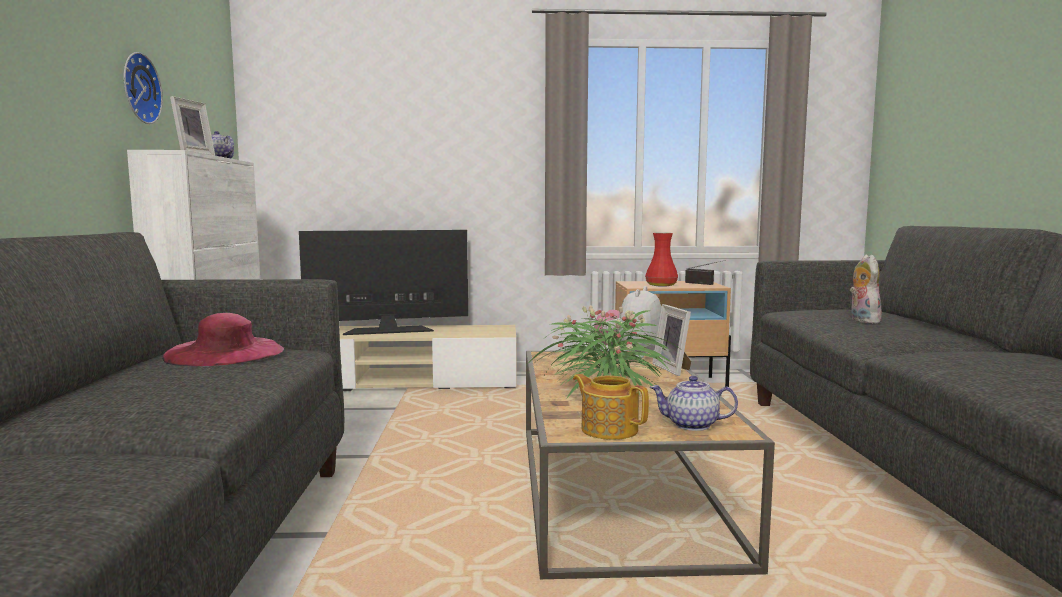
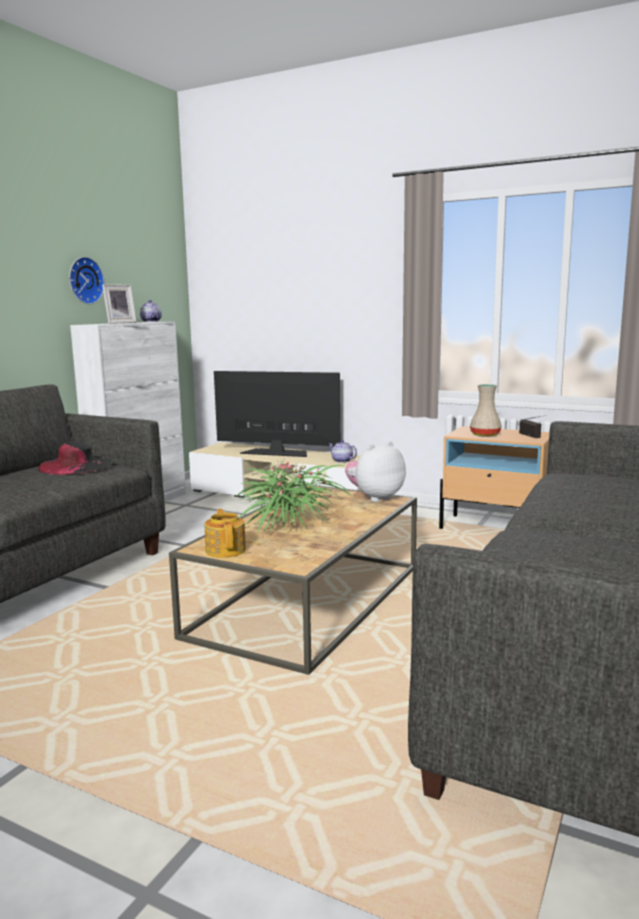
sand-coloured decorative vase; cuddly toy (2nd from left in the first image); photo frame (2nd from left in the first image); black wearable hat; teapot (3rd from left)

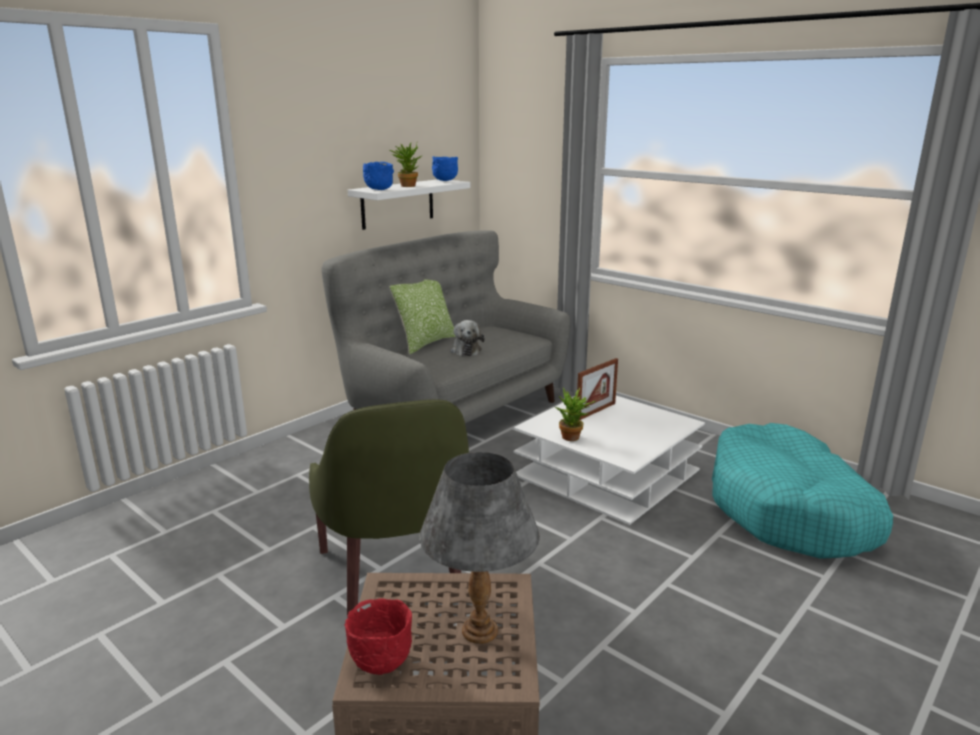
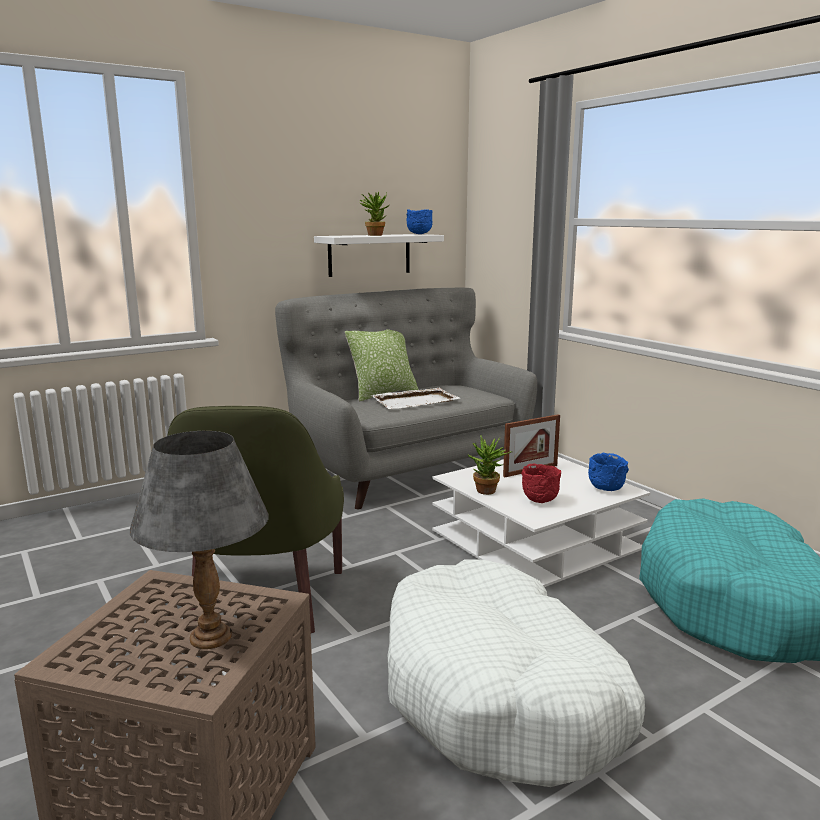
blue bowl (2nd from left); whitish carrying tray; red bowl; whitish dog cushion

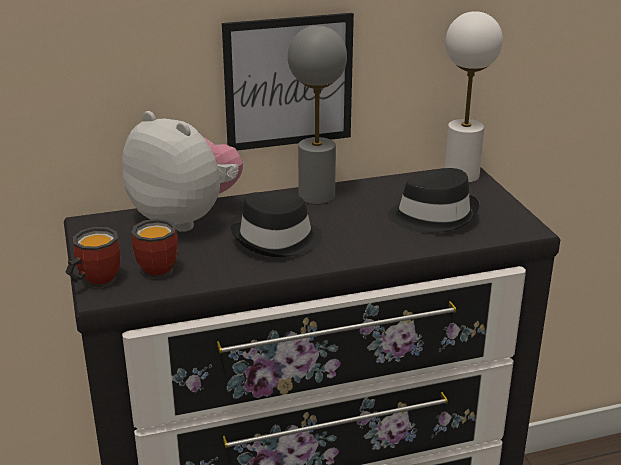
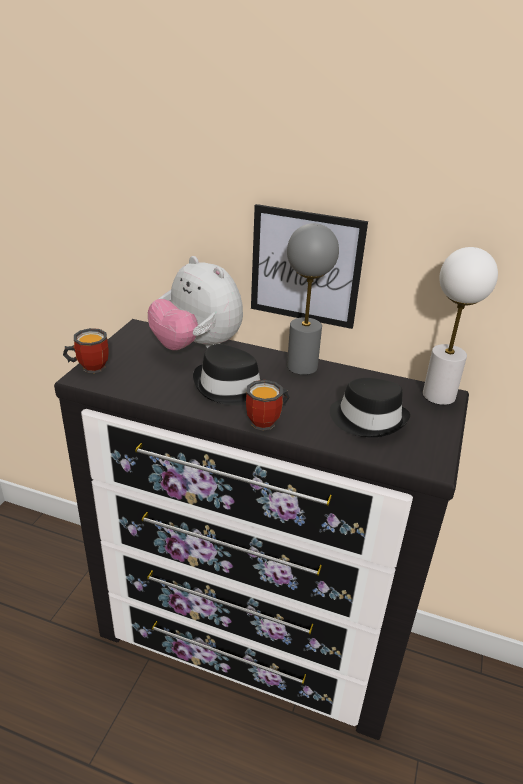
cuddly toy; tea mug (2nd from left)

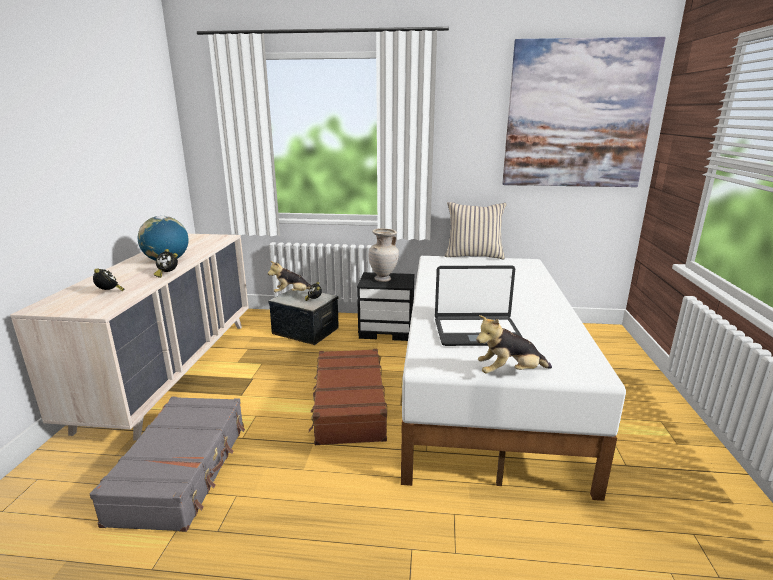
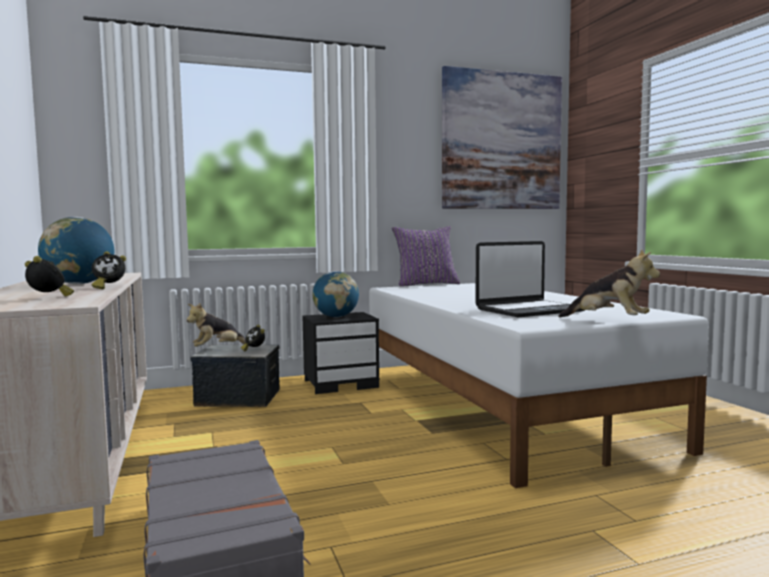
purplish pillow; globe (2nd from left); cuddly toy (2nd from left); brown-coloured suitcase

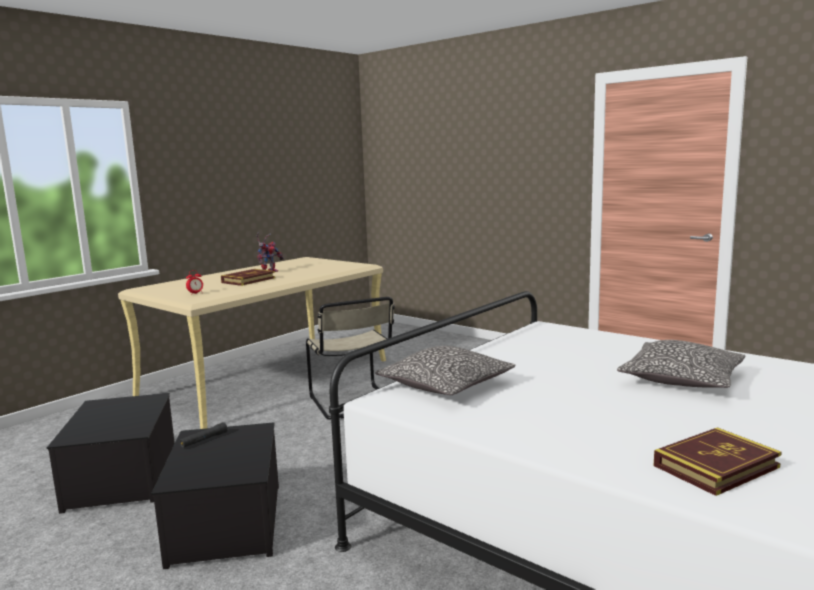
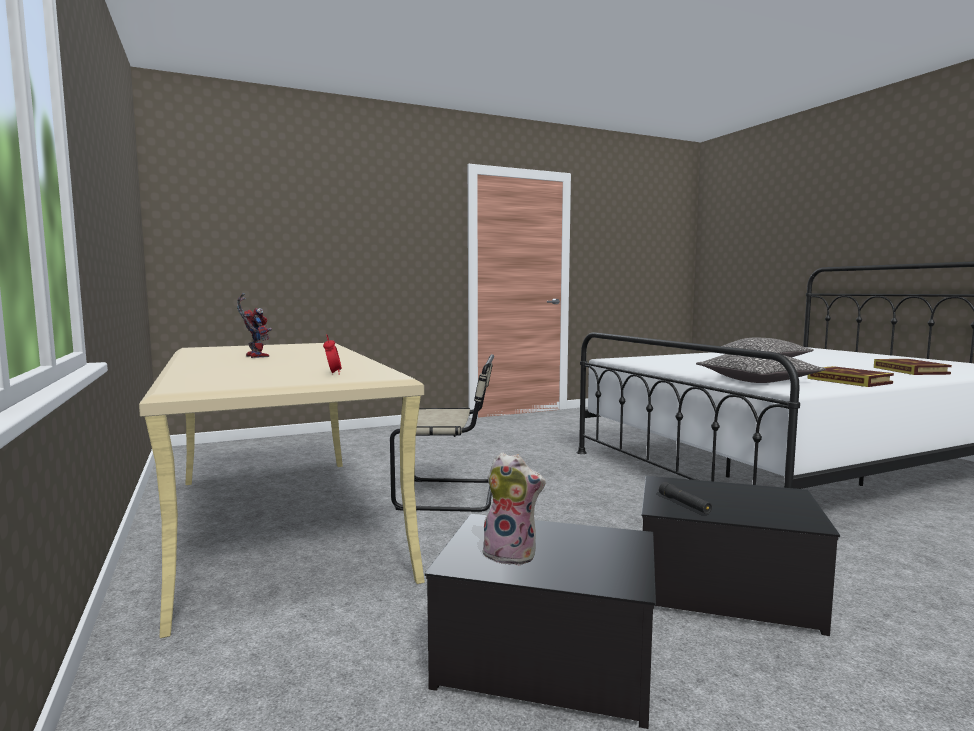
book (1st from left); cuddly toy

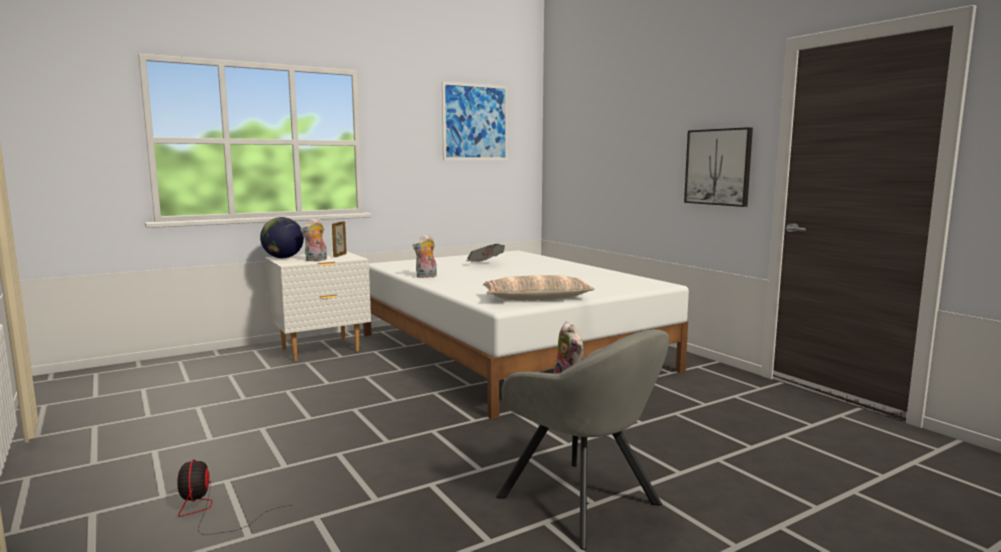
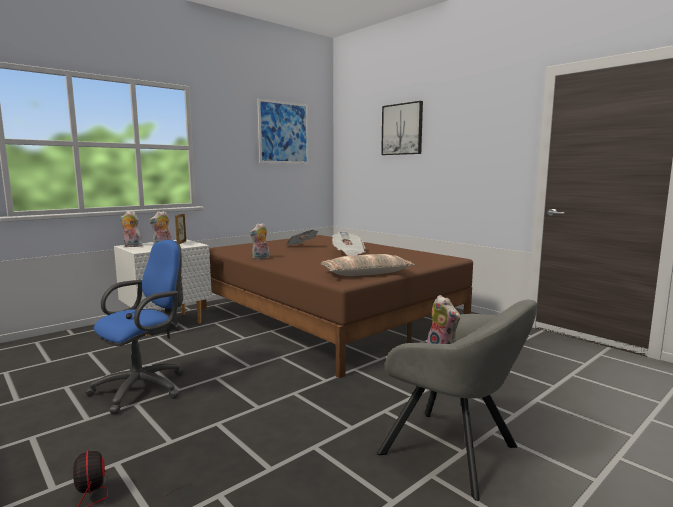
picture (2nd from left); cuddly toy (1st from left); brown-coloured bed; newspaper (2nd from left); blue computer chair

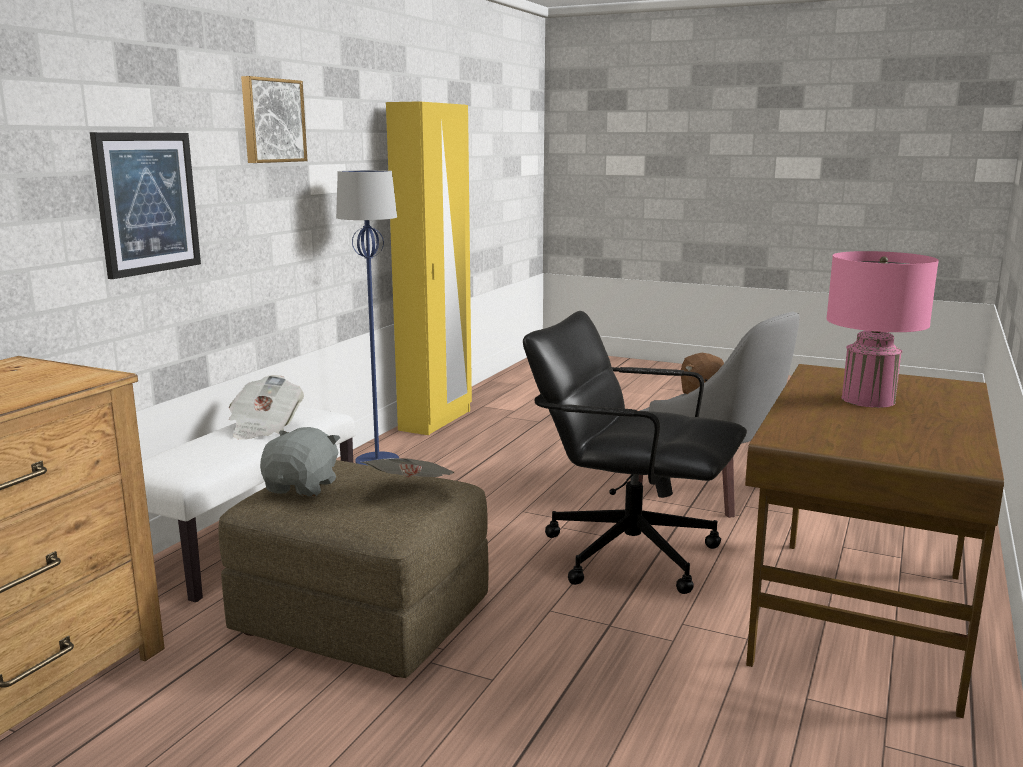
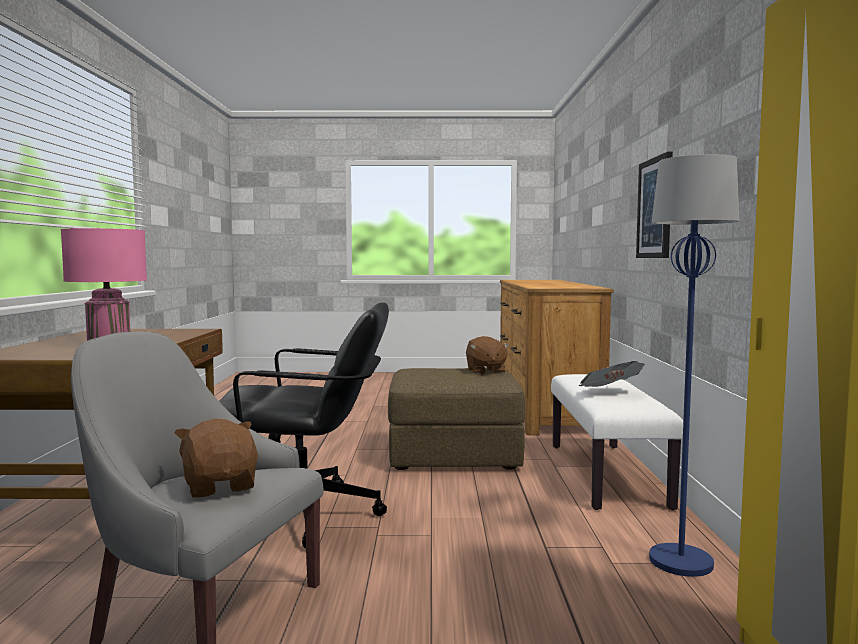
picture (2nd from left in the first image); brown-coloured cuddly toy (2nd from left); newspaper (2nd from left in the first image)

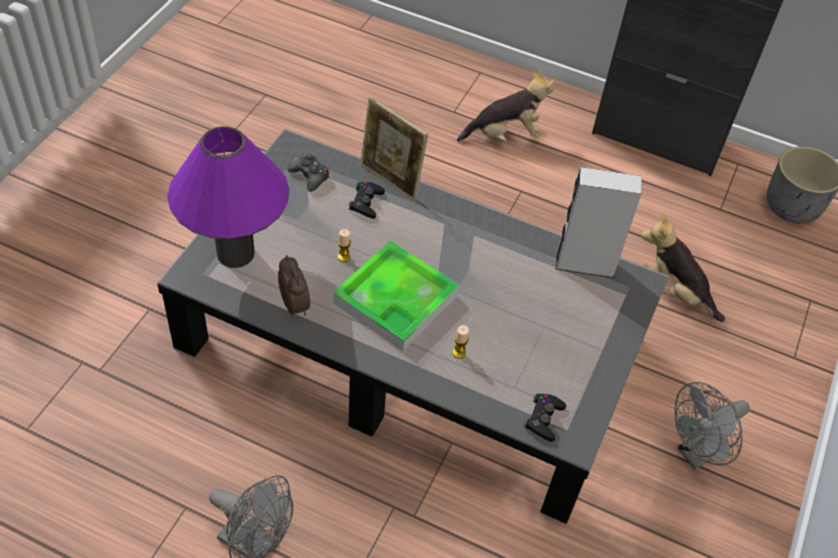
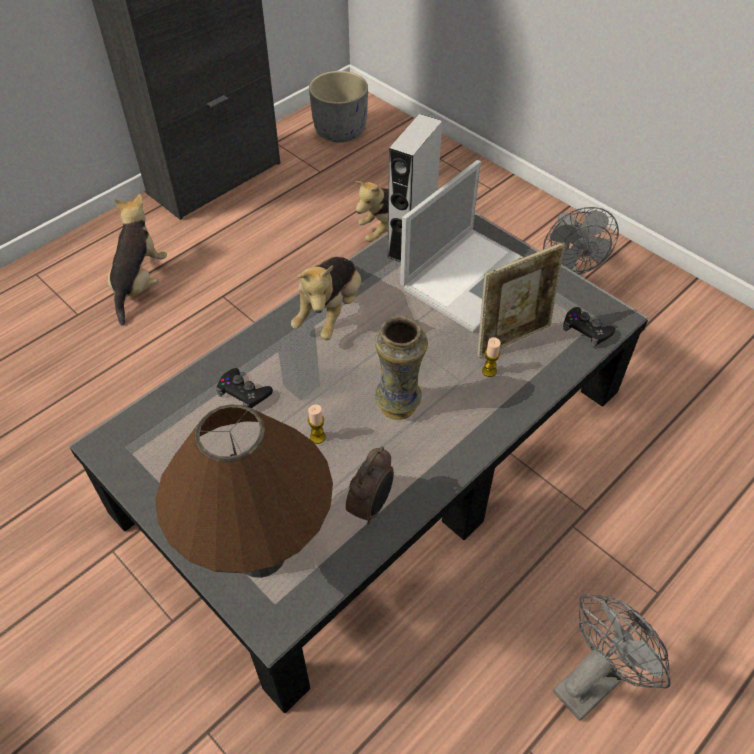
photo frame; brown-coloured tabletop lamp; black joypad (1st from left in the first image); decorative vase; table clock; portable computer; cuddly toy (2nd from left)

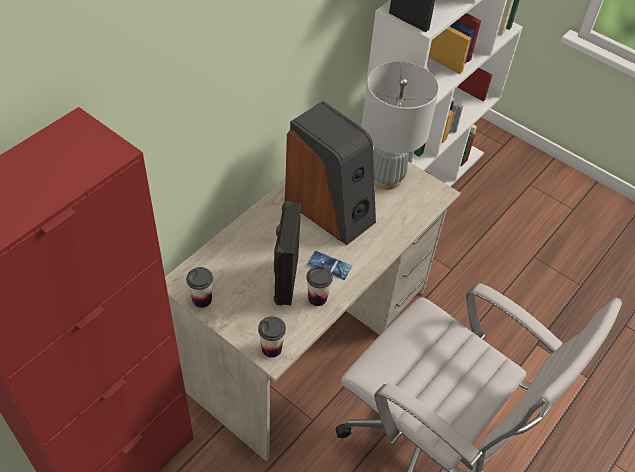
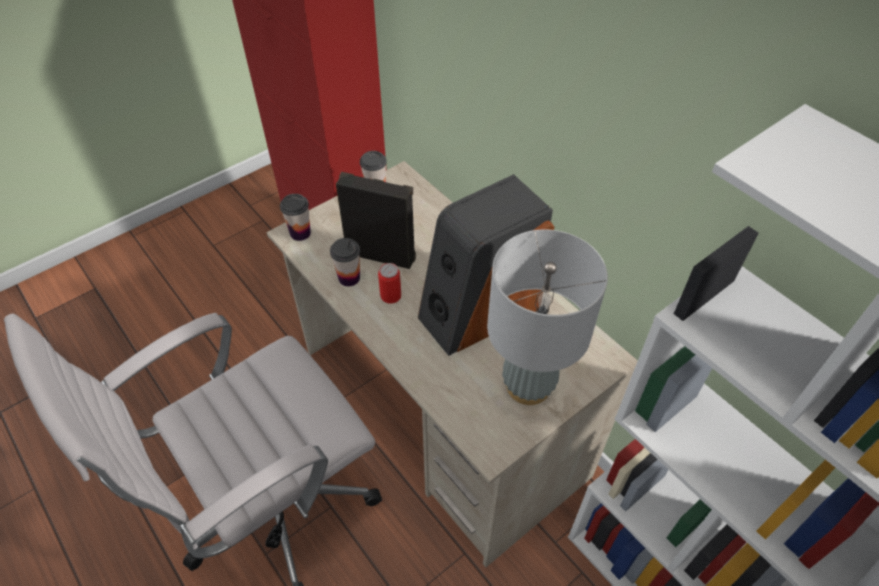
sealed can

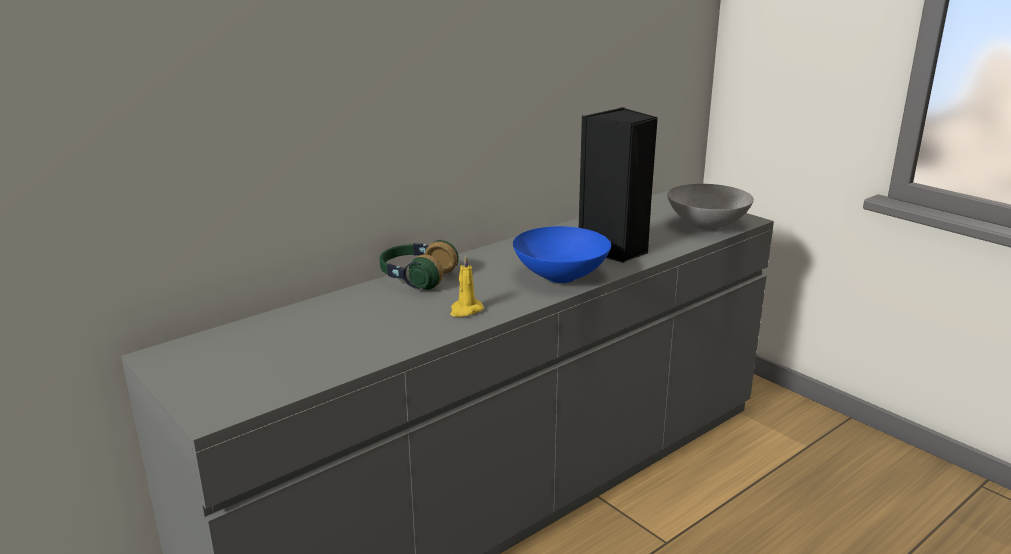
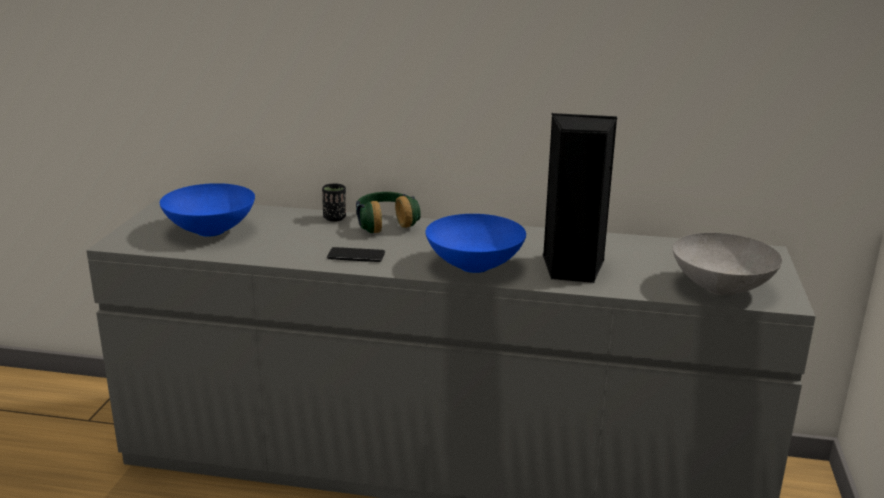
telephone; blue bowl (1st from left); black drinking cup

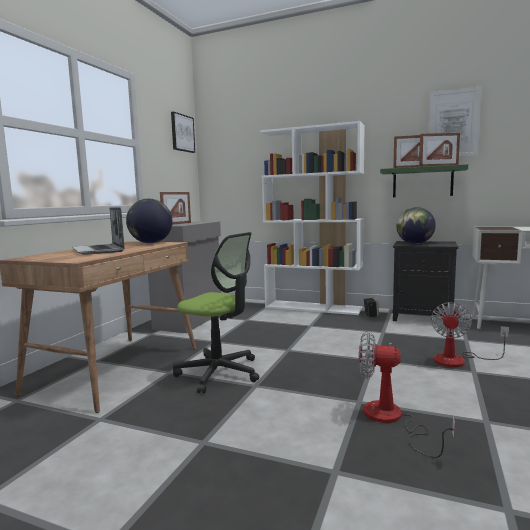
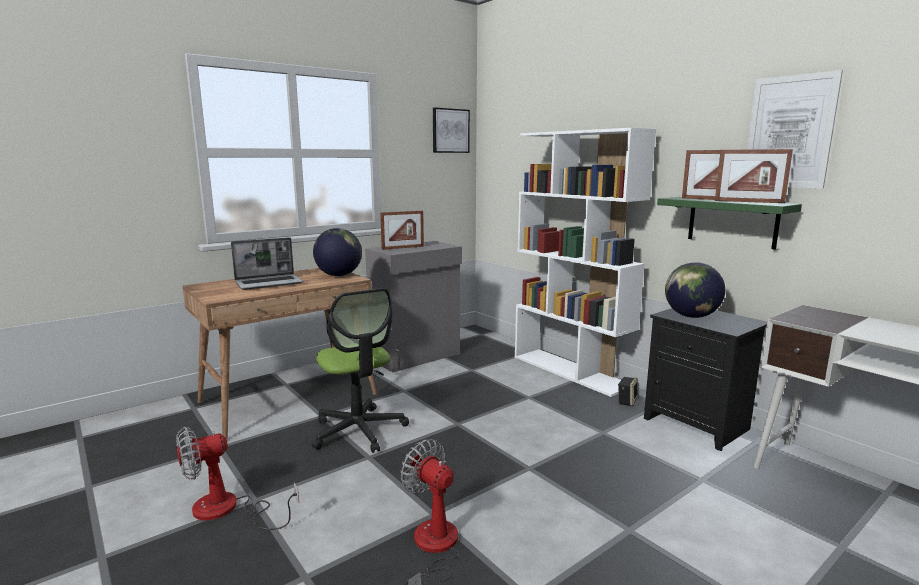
portable computer; cooling fan (1st from left)

